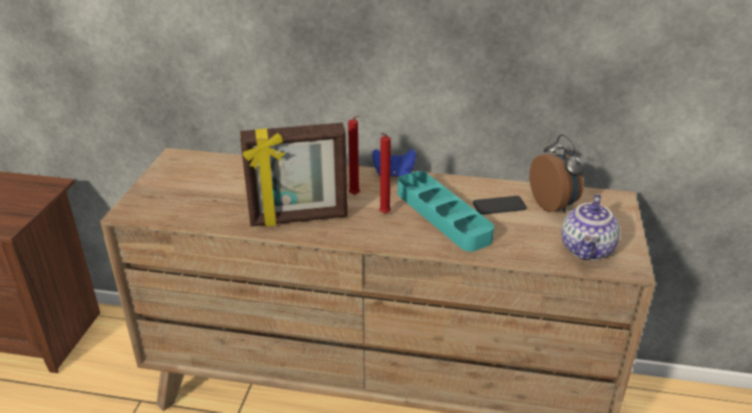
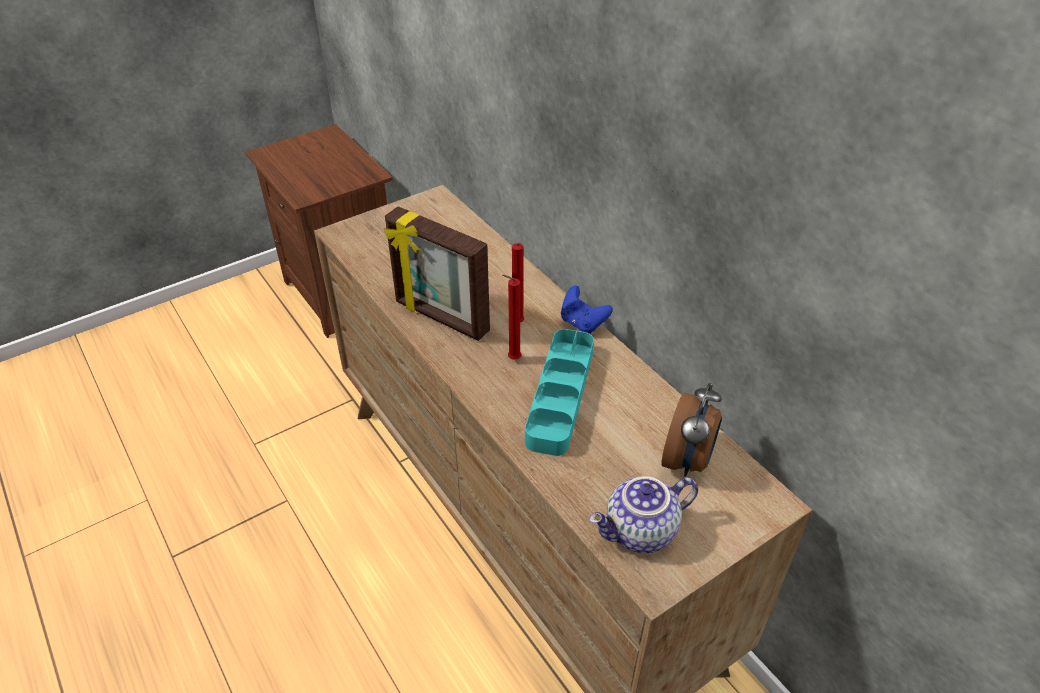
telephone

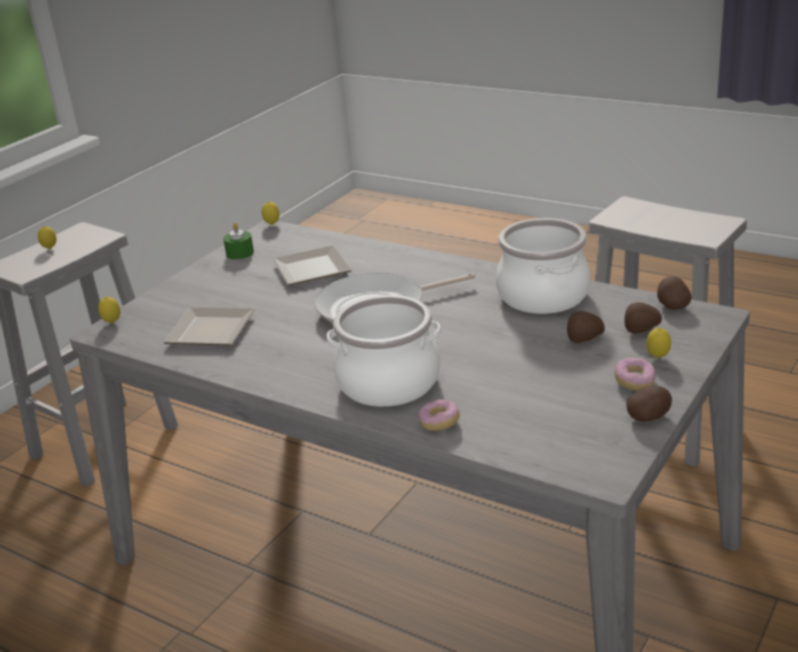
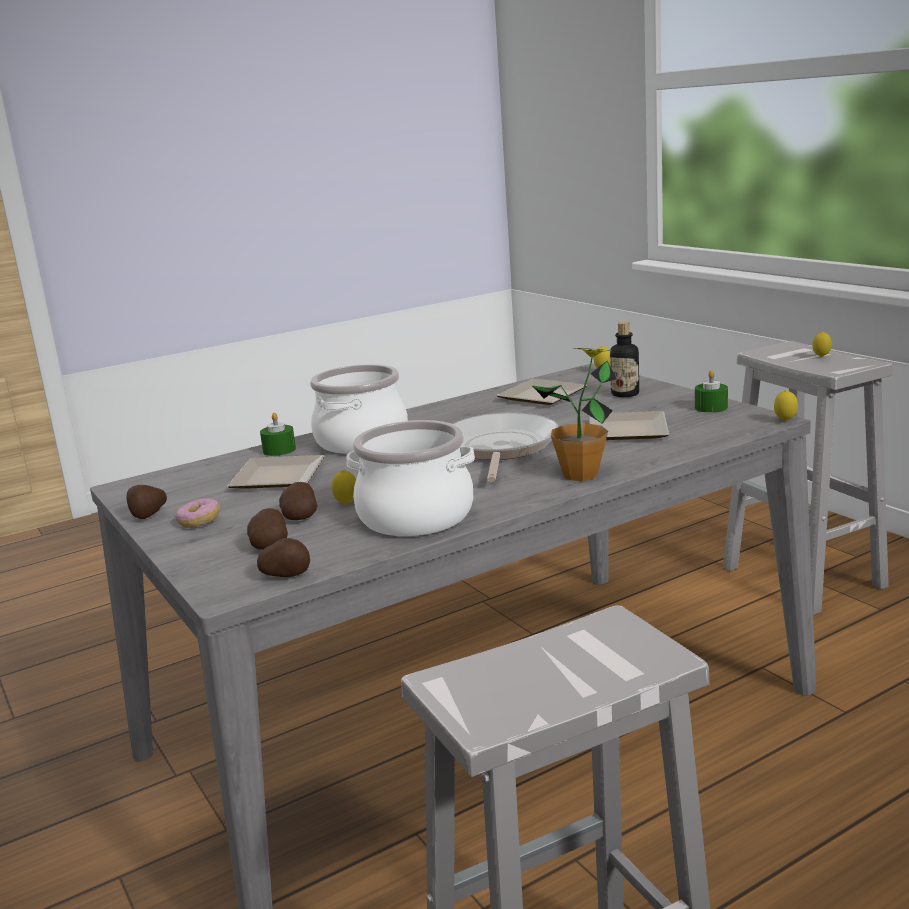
whole lemon (1st from left); green wax light (1st from left); drink bottle; houseplant; flat dish (1st from left)

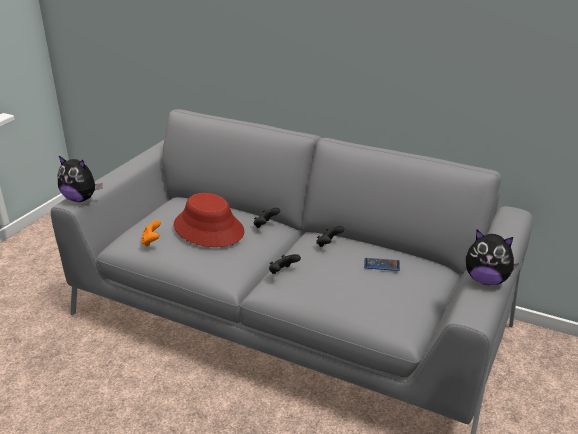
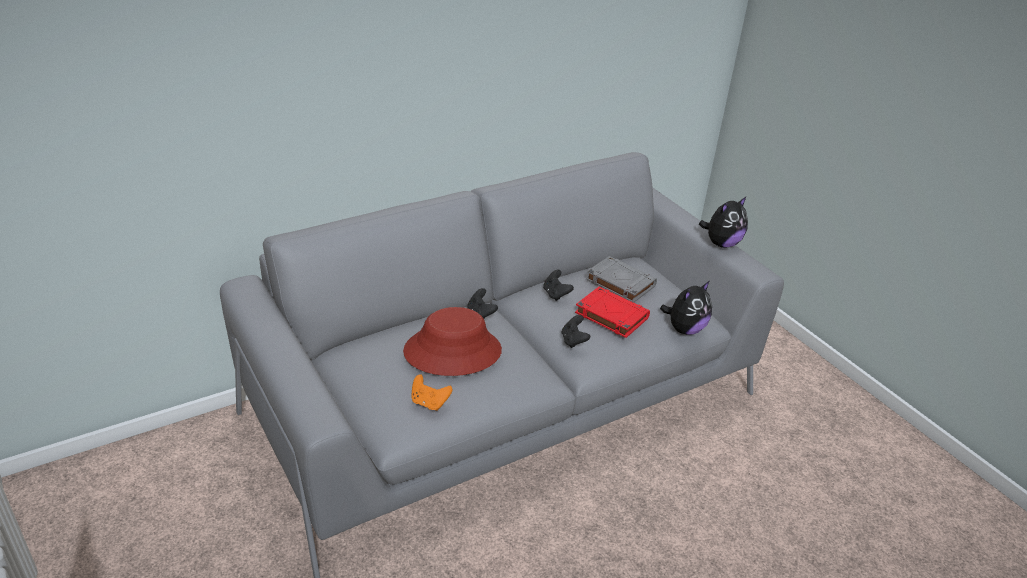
cuddly toy (1st from left); greyish book; red book

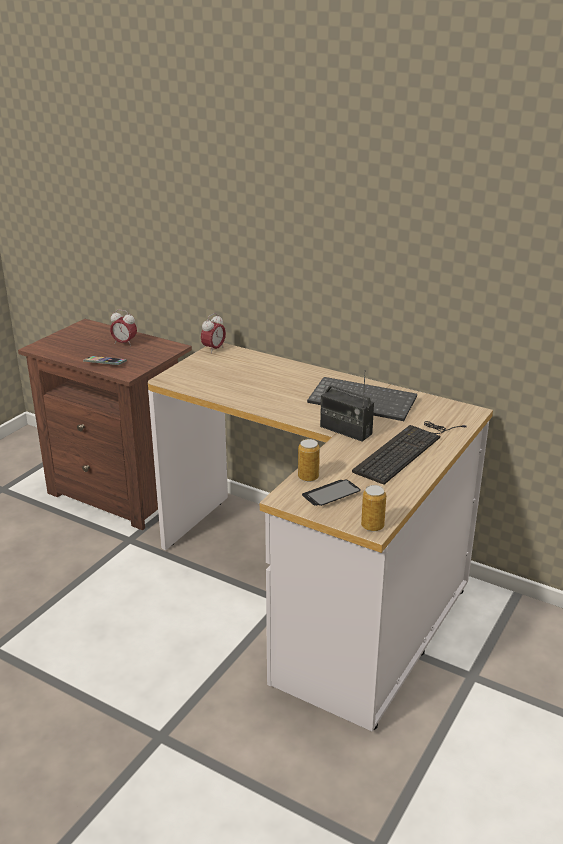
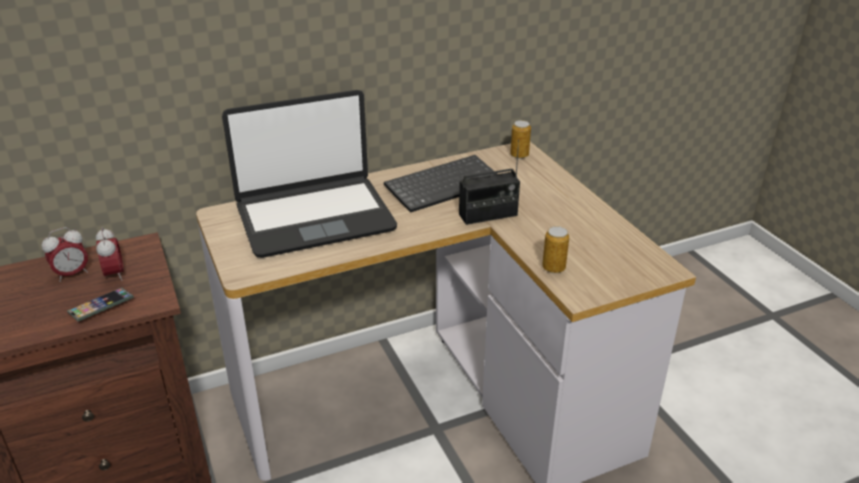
table clock (2nd from left); keyboard (2nd from left in the first image); telephone (2nd from left in the first image); sealed can (1st from left); portable computer

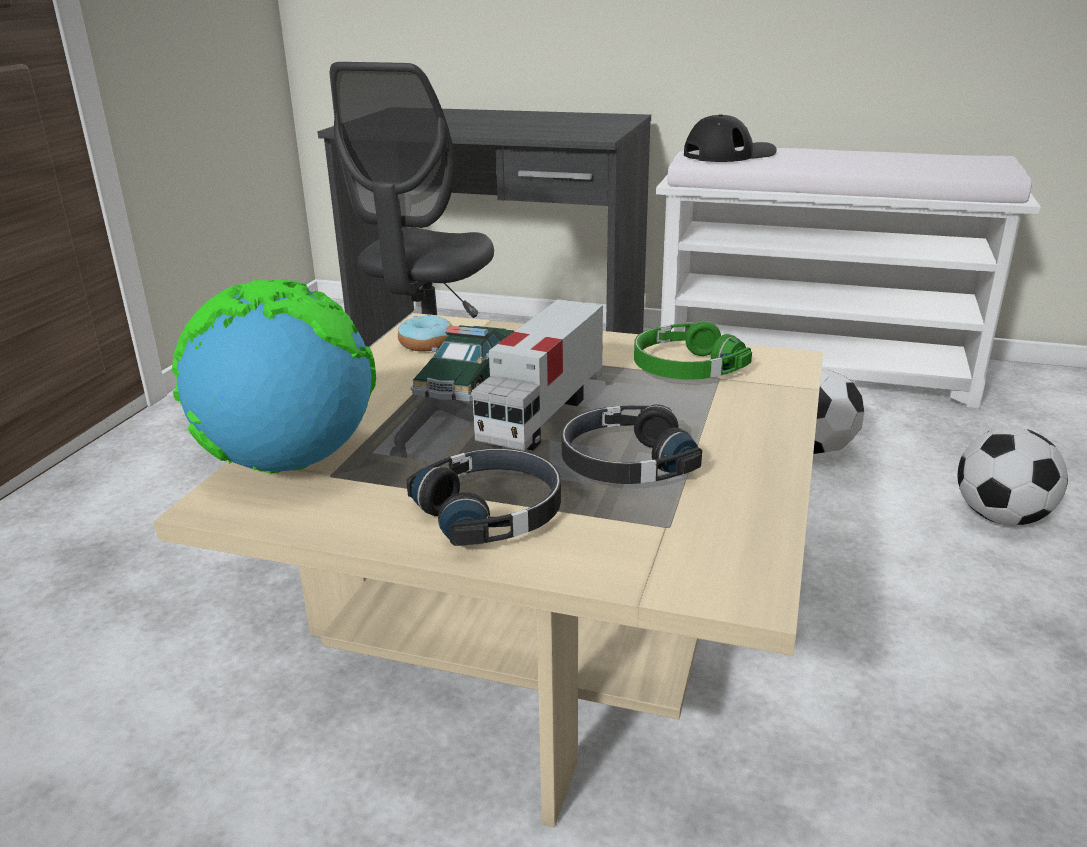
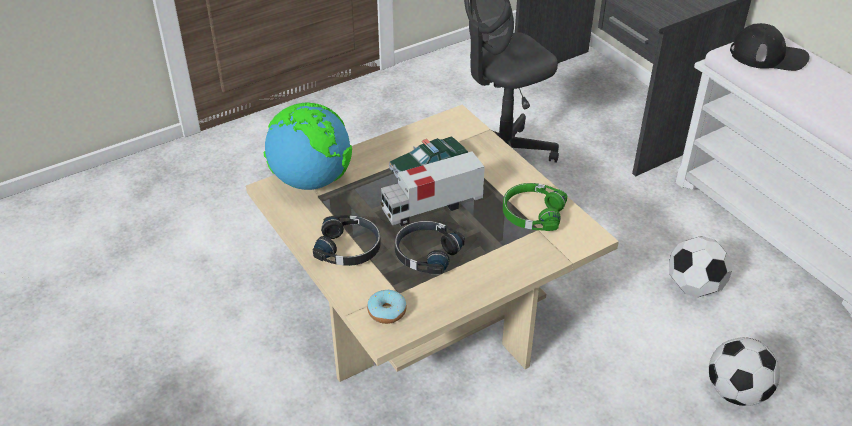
doughnut

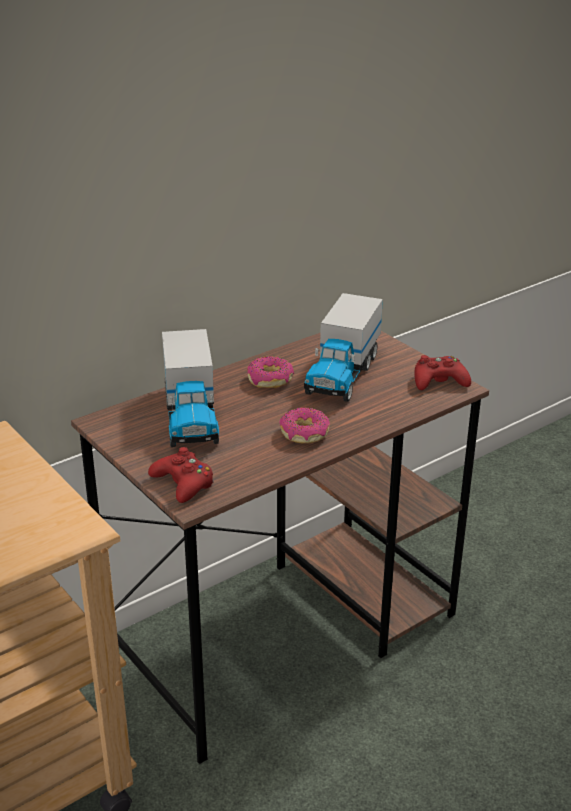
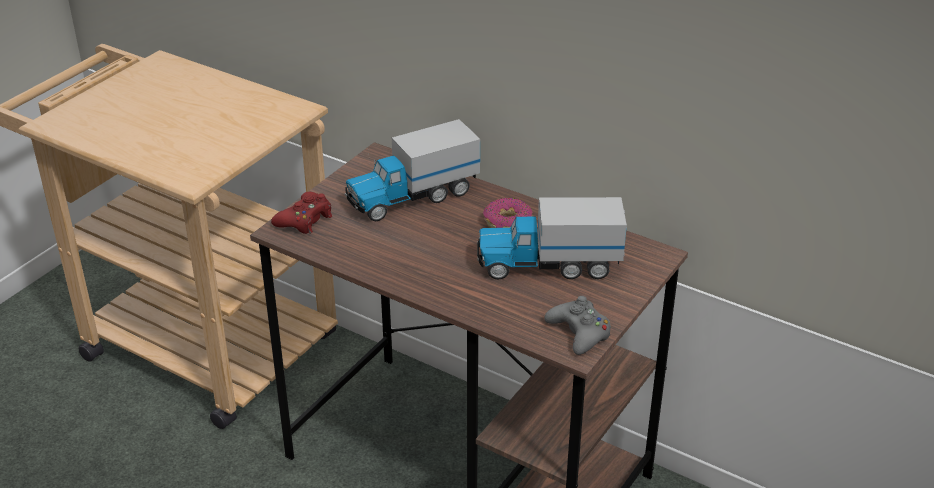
greyish joypad; doughnut (2nd from left in the first image)

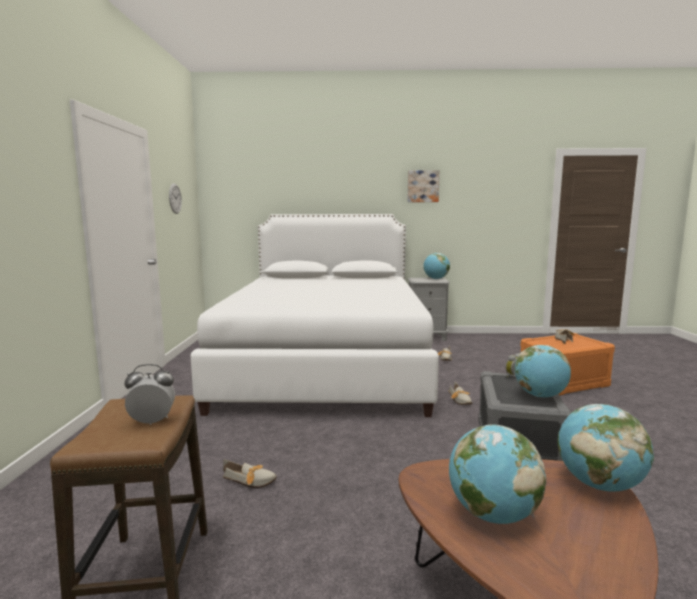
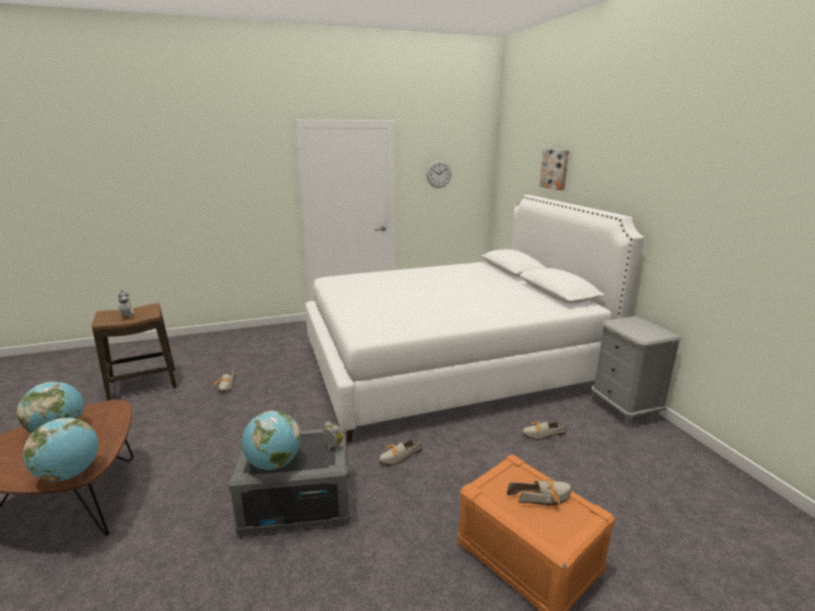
picture; globe (1st from left in the first image)

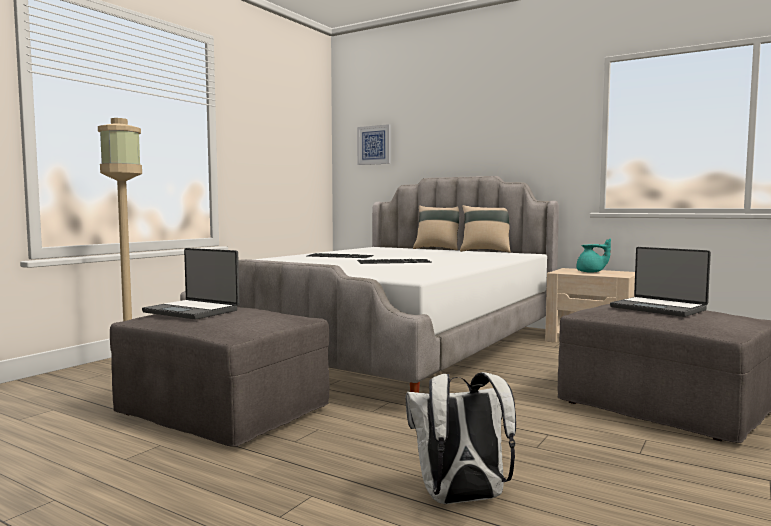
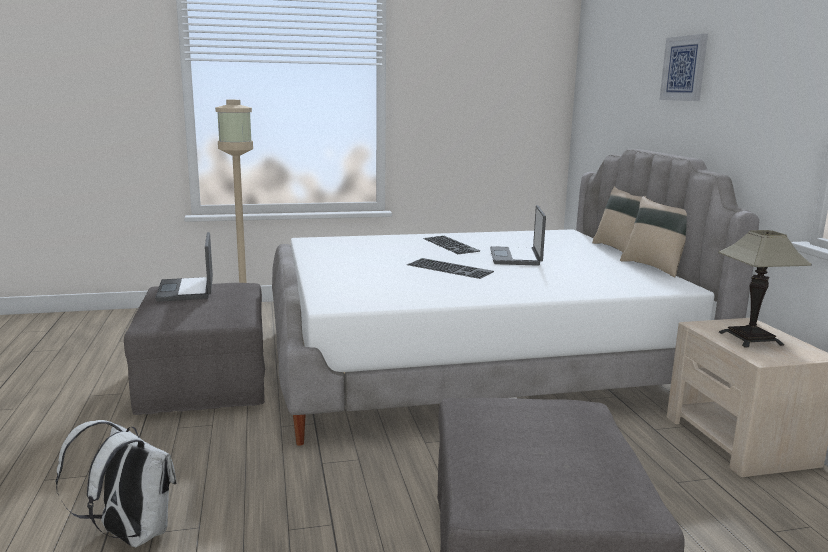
picture; tabletop lamp; portable computer (2nd from left)

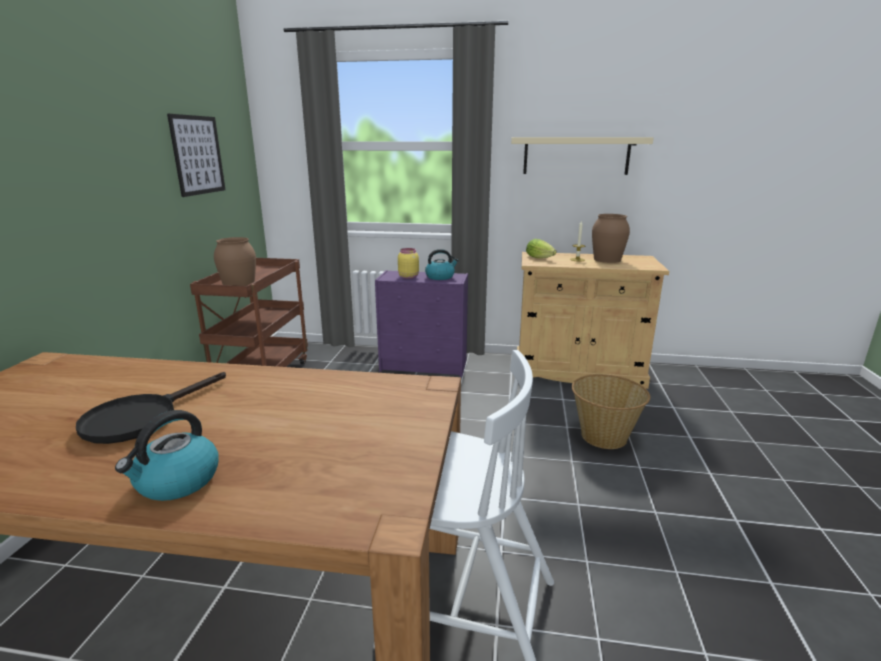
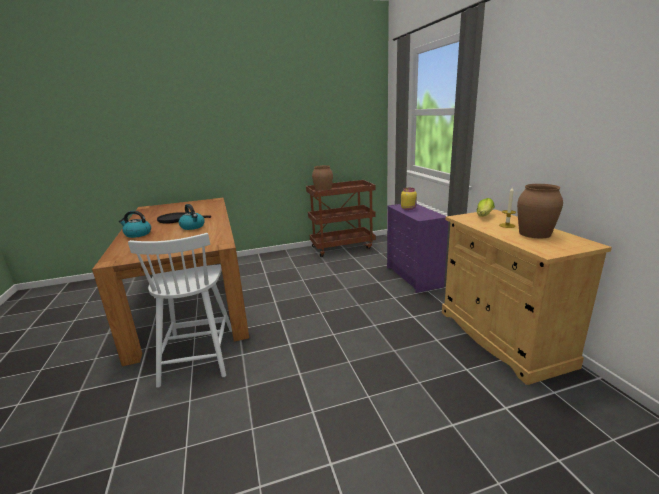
picture; sand-coloured shelf; water kettle (2nd from left); basket

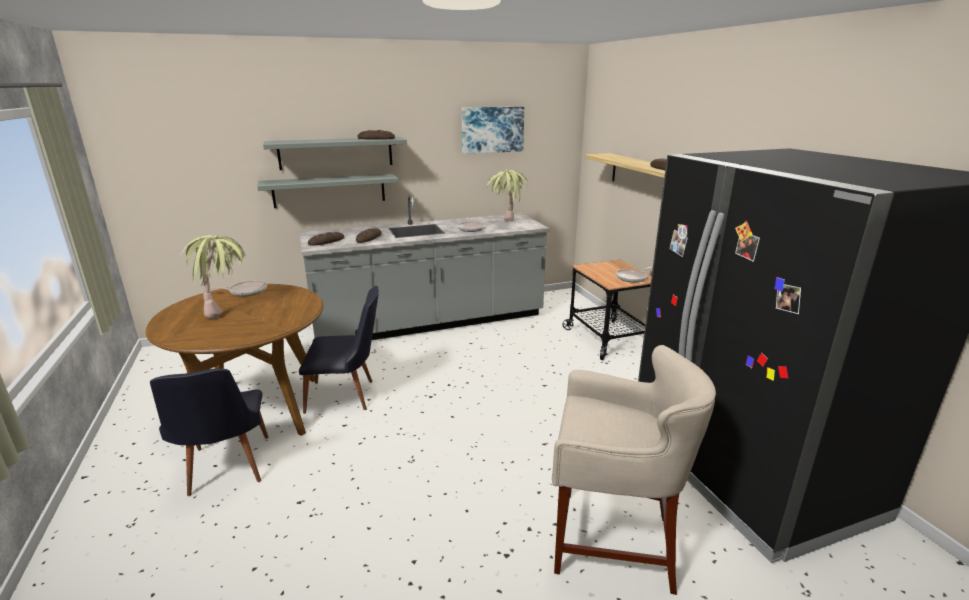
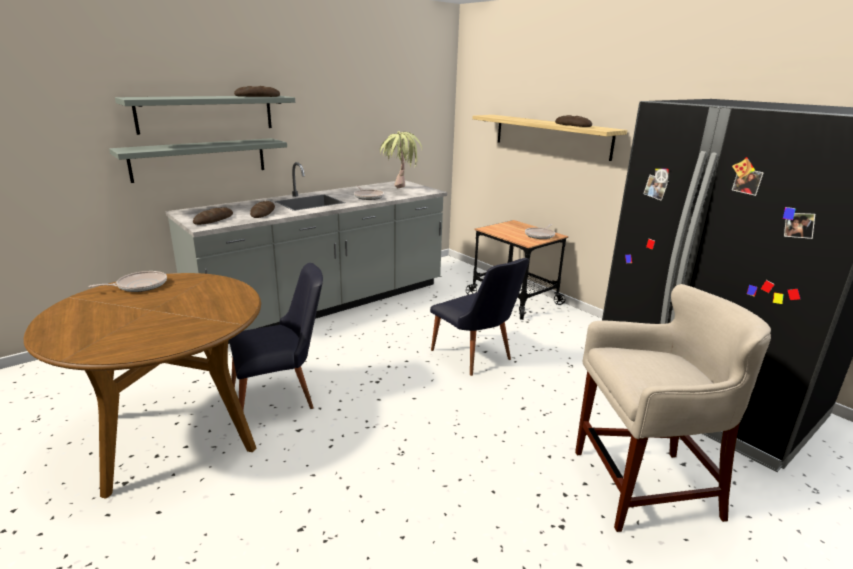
picture; houseplant (1st from left in the first image); black chair (2nd from left)

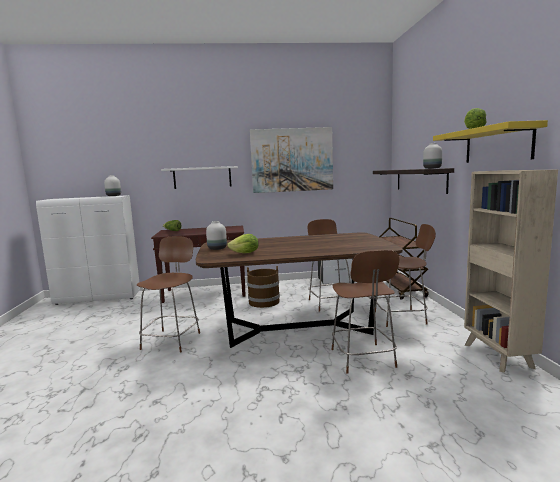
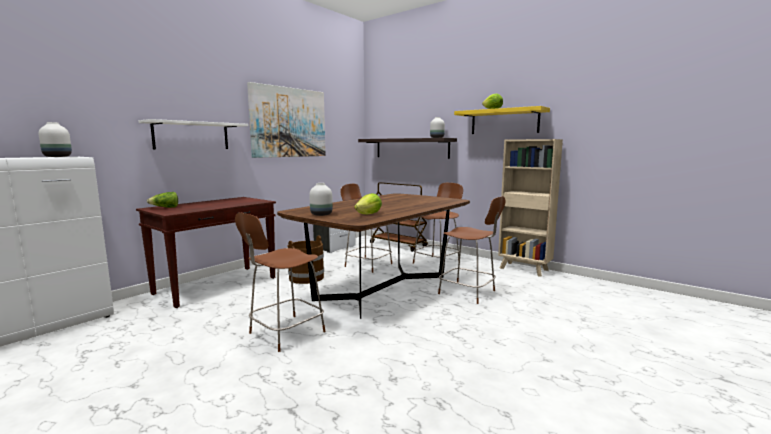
brown-coloured chair (1st from left)

